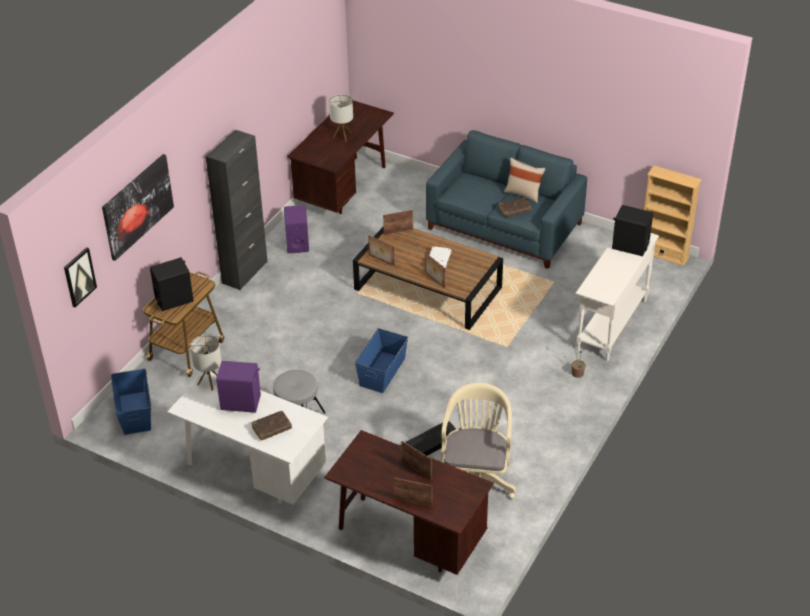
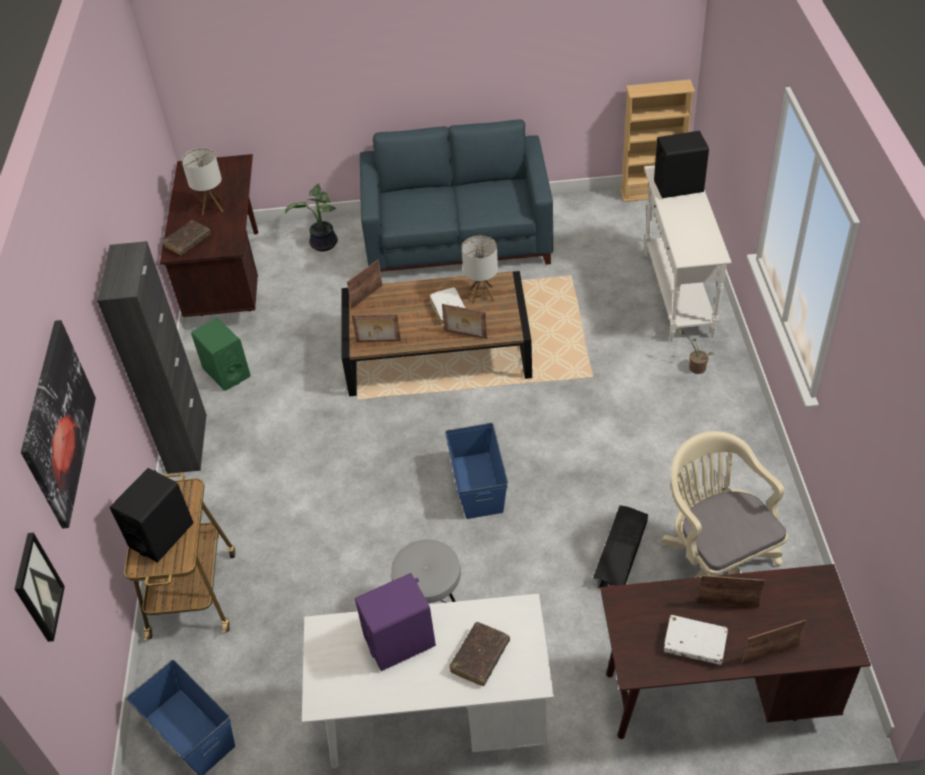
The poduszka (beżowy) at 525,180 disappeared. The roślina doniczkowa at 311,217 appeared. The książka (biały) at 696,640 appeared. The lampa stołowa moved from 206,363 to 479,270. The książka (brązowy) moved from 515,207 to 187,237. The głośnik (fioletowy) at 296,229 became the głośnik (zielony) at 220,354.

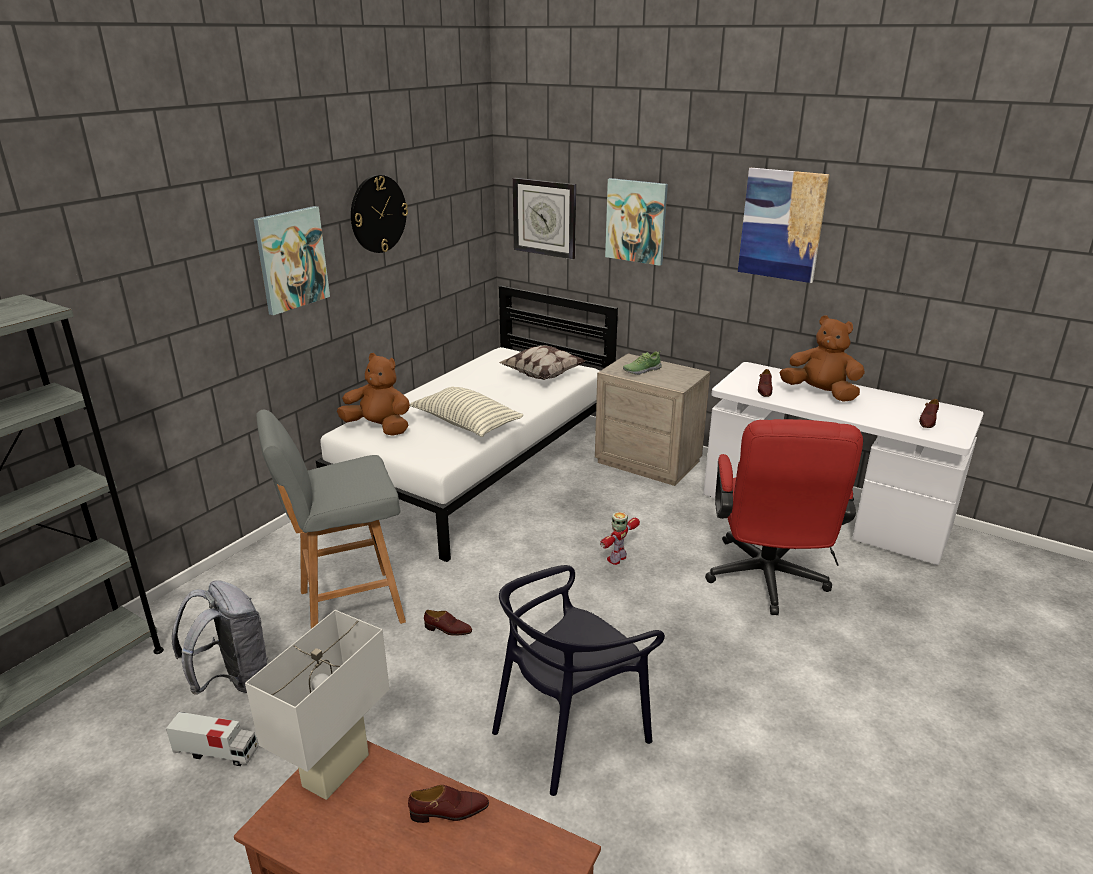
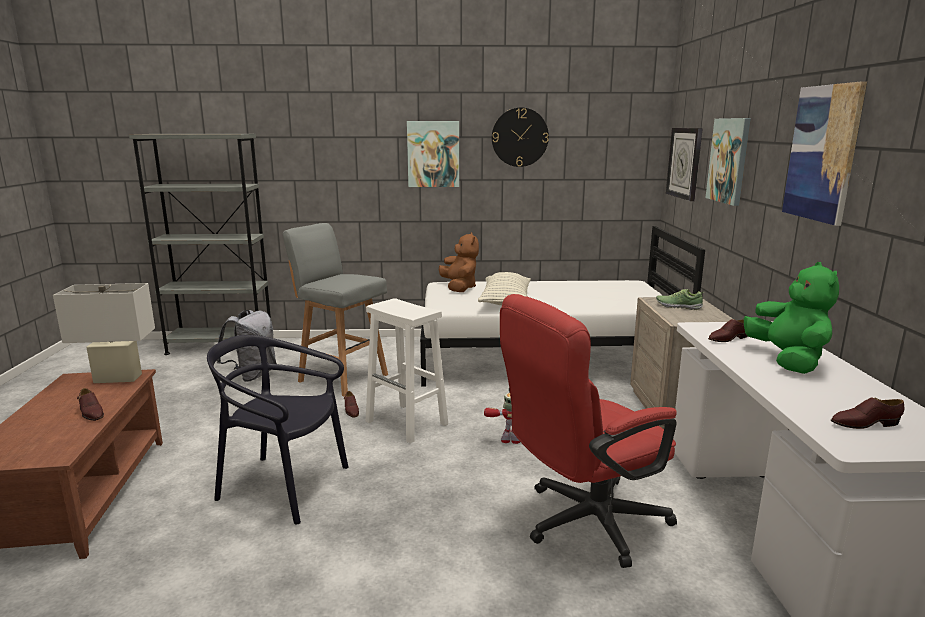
The ciężarówka zabawkowa at 212,739 disappeared. The poduszka at 542,362 disappeared. The stołek (biały) at 407,370 appeared. The pluszak (brązowy) at 822,358 became the pluszak (zielony) at 791,318.

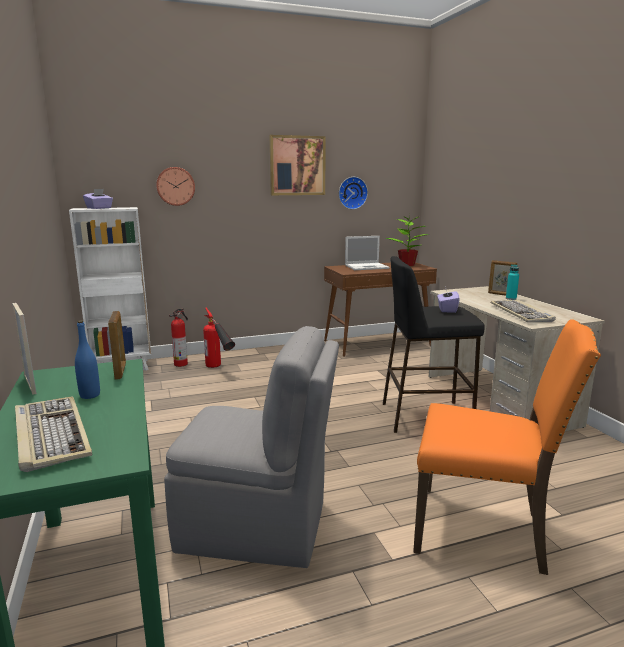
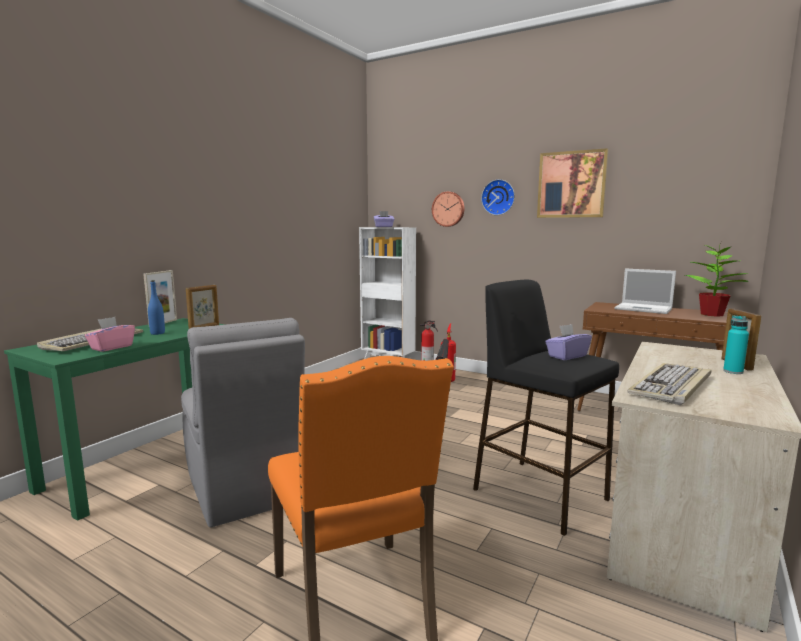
The pudełko chusteczek (różowy) at 110,334 appeared. The zegar ścienny moved from 353,193 to 498,197.

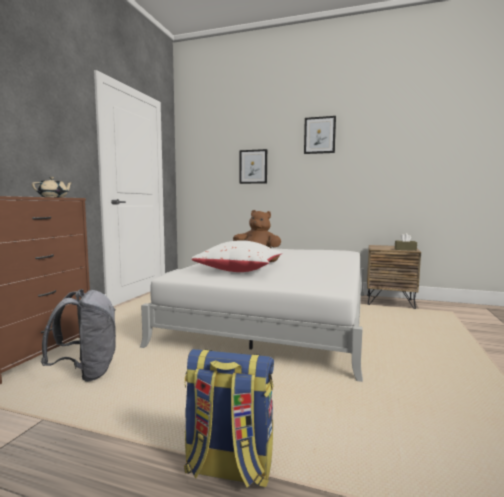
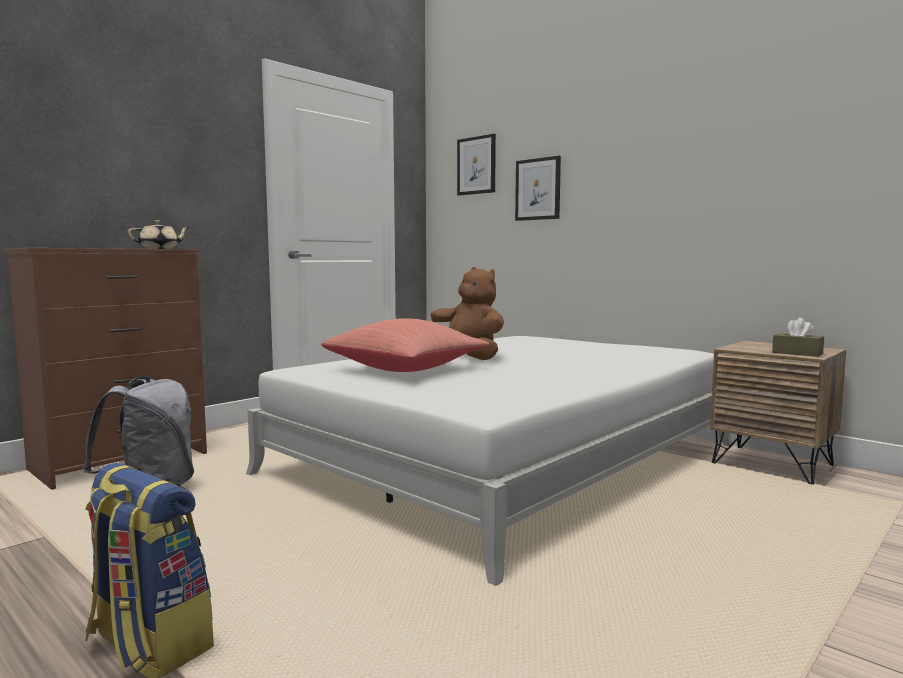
The obraz moved from 320,135 to 476,165. The poduszka (biały) at 237,256 became the poduszka (czerwony) at 405,345.

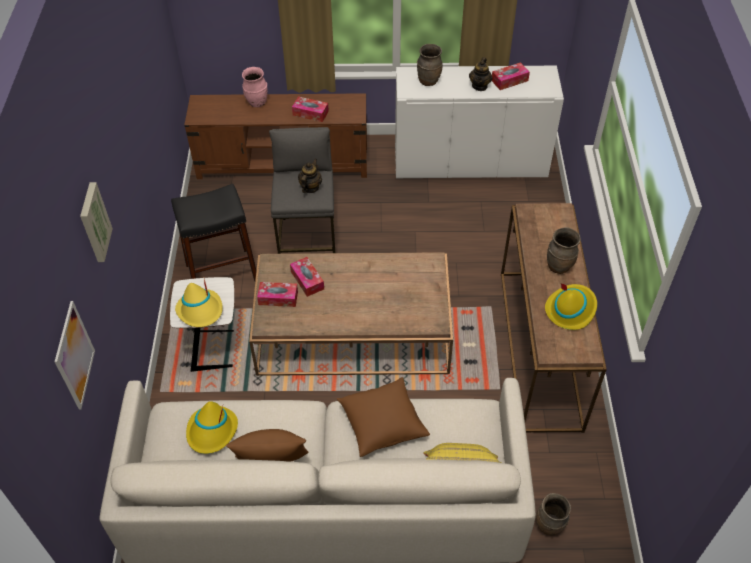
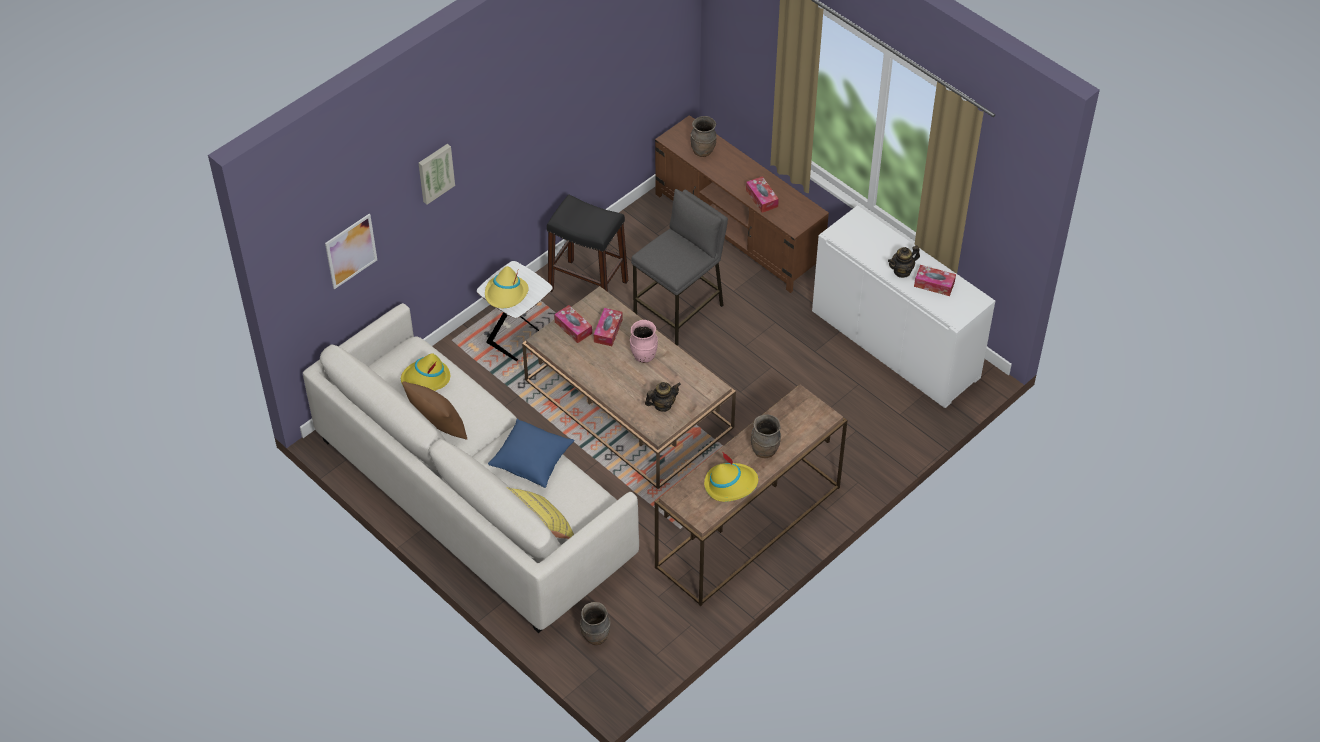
The wazon (różowy) moved from 255,87 to 644,341. The imbryk moved from 310,176 to 663,397. The wazon (brązowy) moved from 430,65 to 703,136. The poduszka (brązowy) at 383,417 became the poduszka (niebieski) at 531,453.

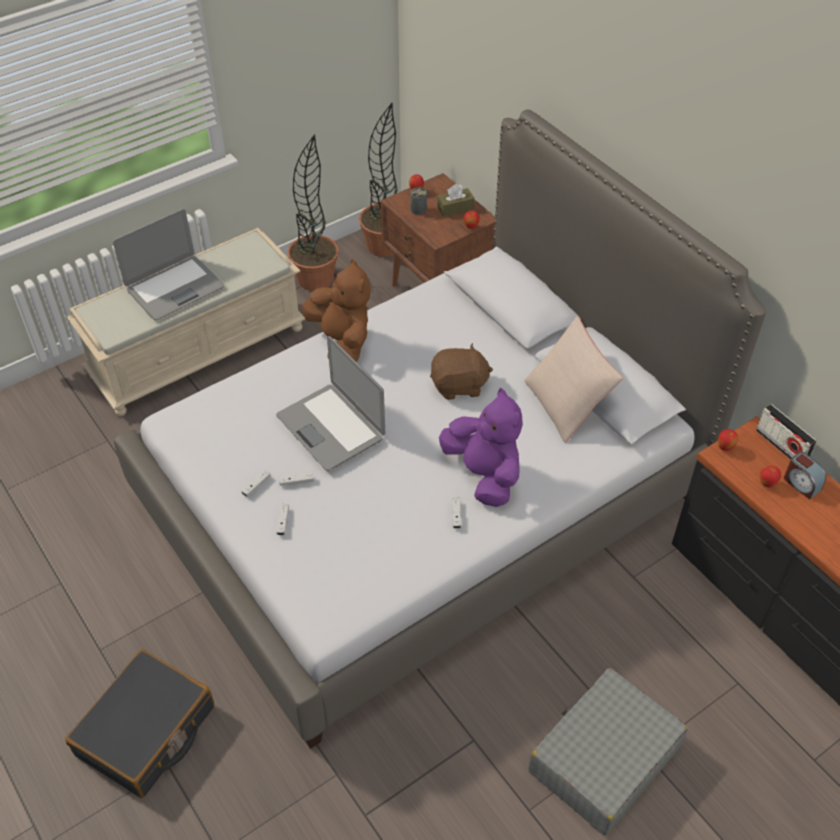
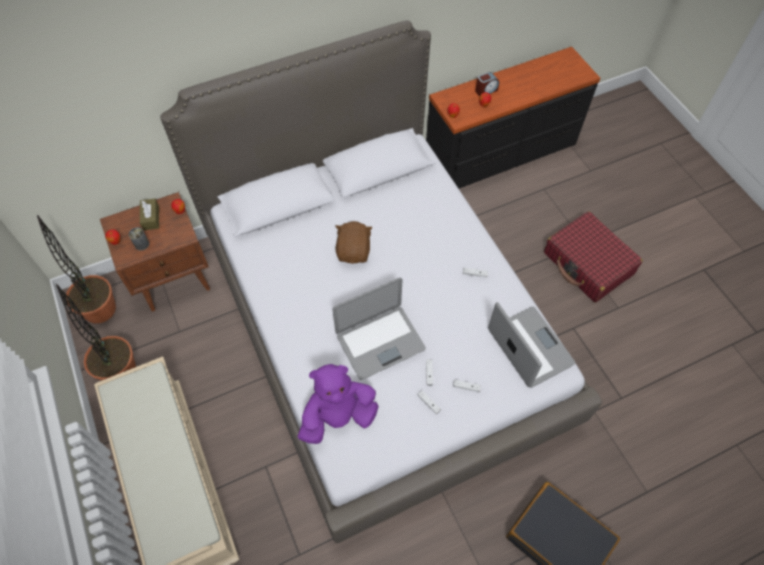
The pluszak (brązowy) at 336,310 disappeared. The poduszka (beżowy) at 574,379 disappeared. The radio at 786,431 disappeared. The laptop moved from 168,264 to 531,345. The pluszak (fioletowy) moved from 481,447 to 338,404. The walizka (szary) at 608,752 became the walizka (czerwony) at 593,256.

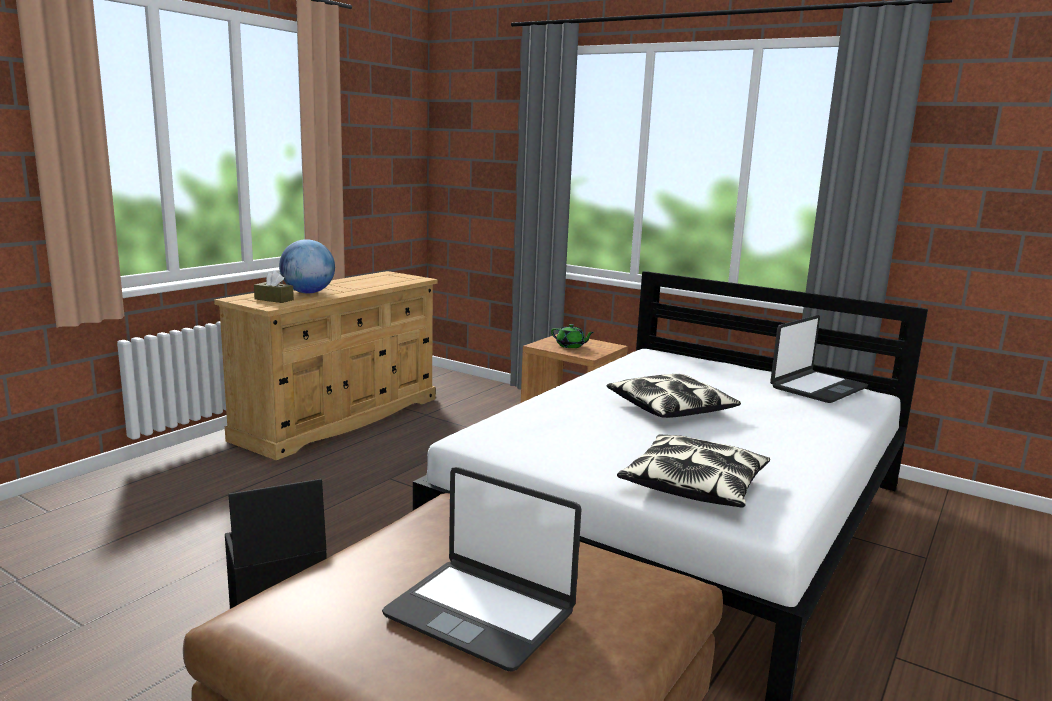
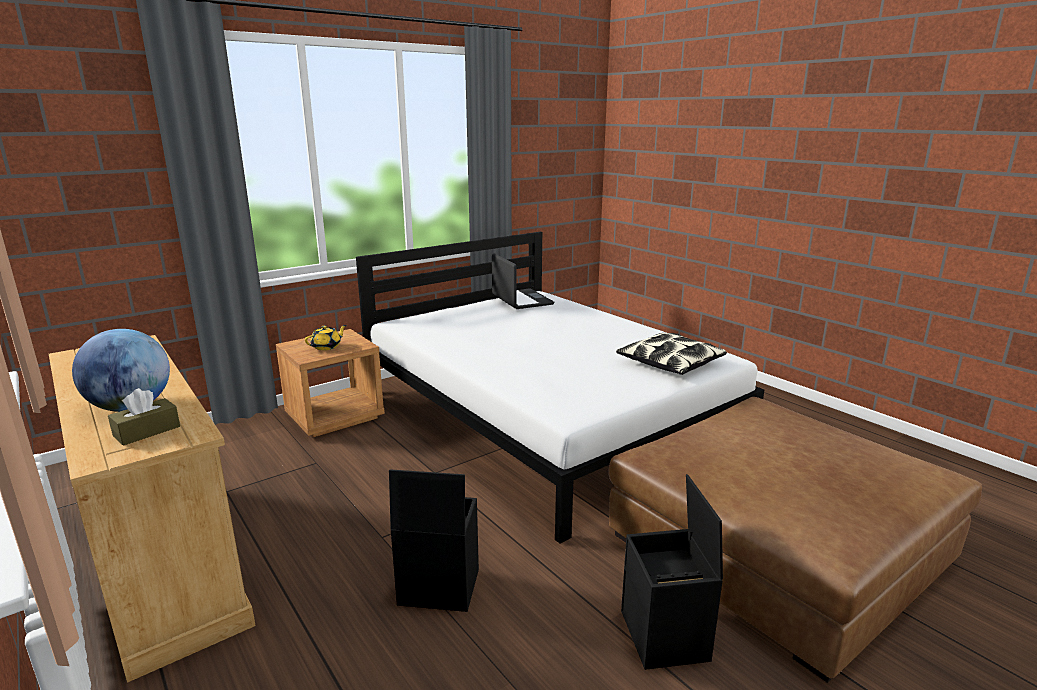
The laptop at 481,569 disappeared. The poduszka at 674,396 disappeared. The pojemnik do przechowywania (czarny) at 434,540 appeared. The imbryk (zielony) at 572,336 became the imbryk (żółty) at 325,337.

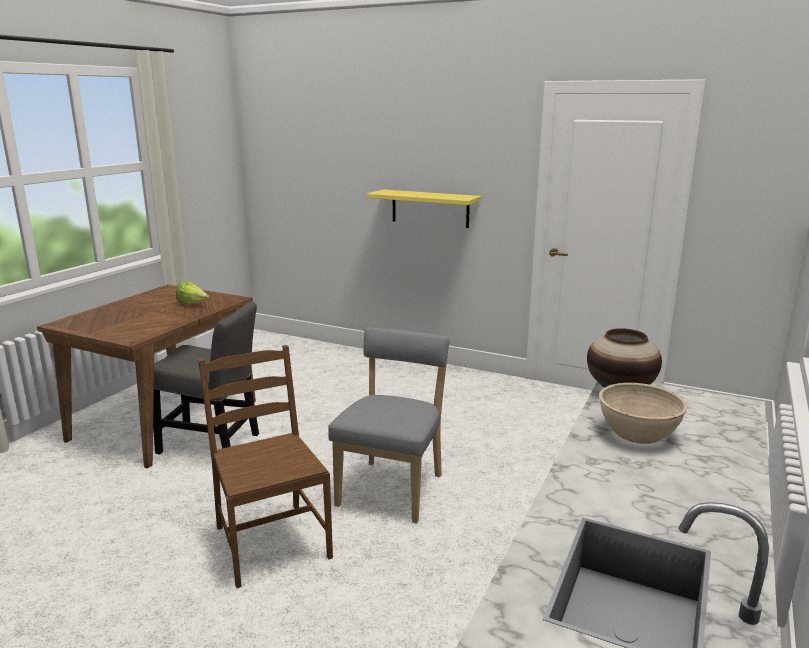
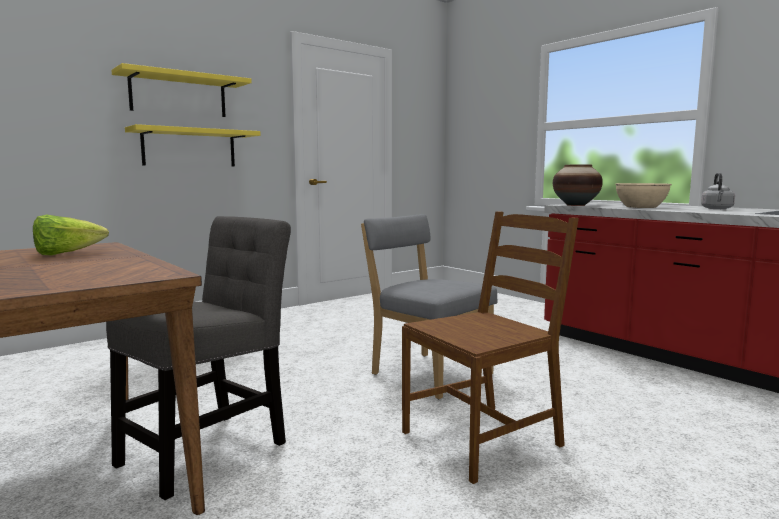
The półka (żółty) at 181,90 appeared. The czajnik (szary) at 718,191 appeared. The krzesło (brązowy) at 265,466 turned 150 degrees clockwise.

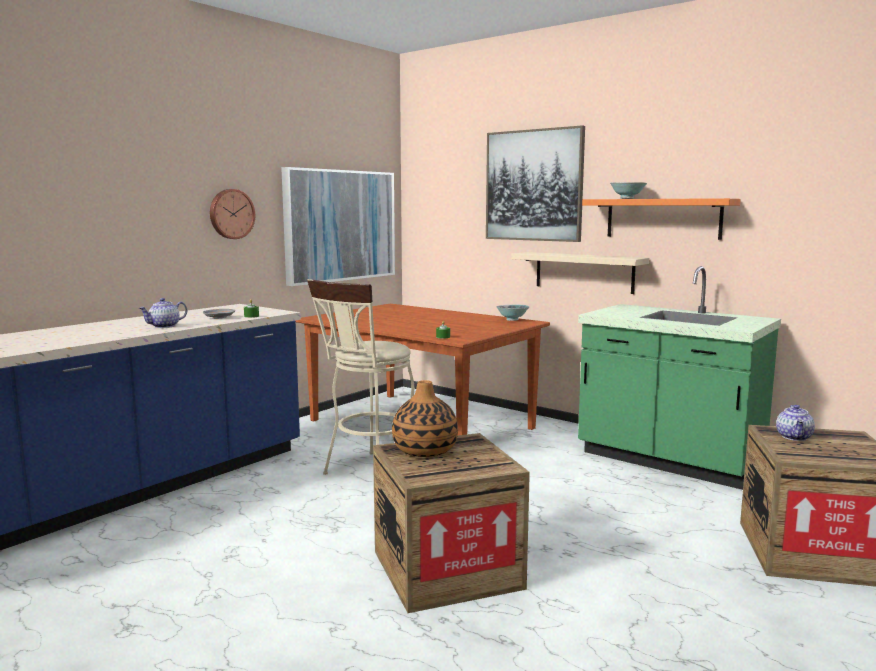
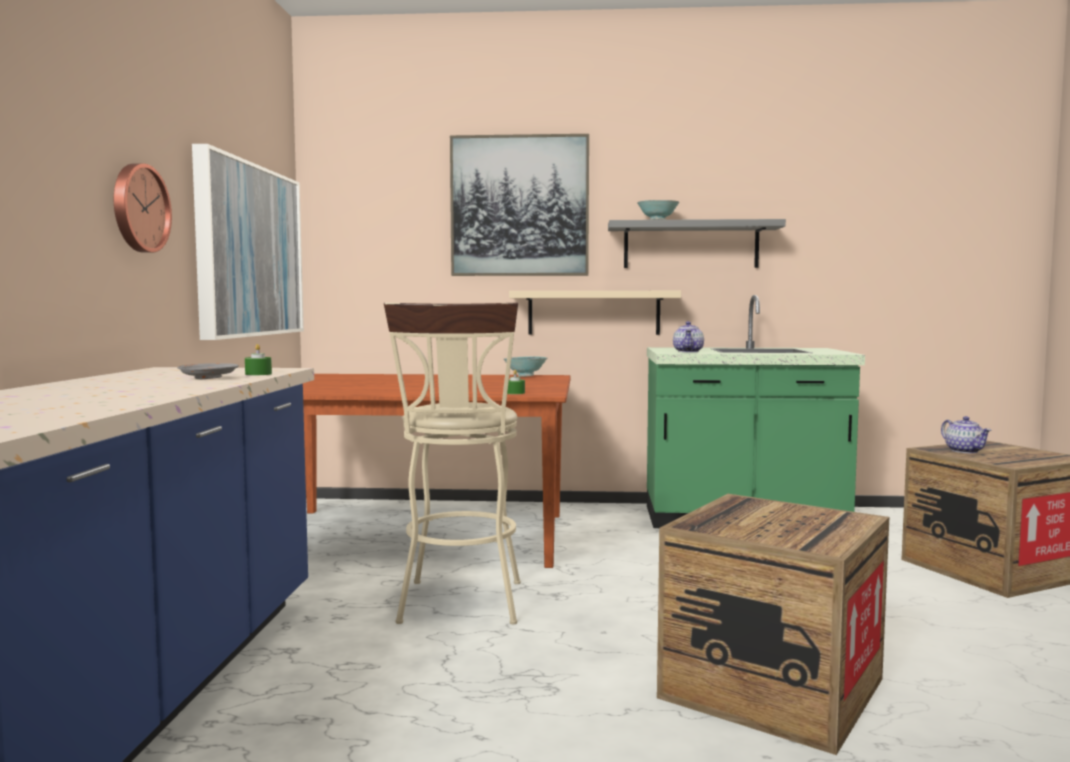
The wazon at 425,418 disappeared. The imbryk moved from 163,313 to 688,336. The półka (pomarańczowy) at 661,219 became the półka (szary) at 697,243.

